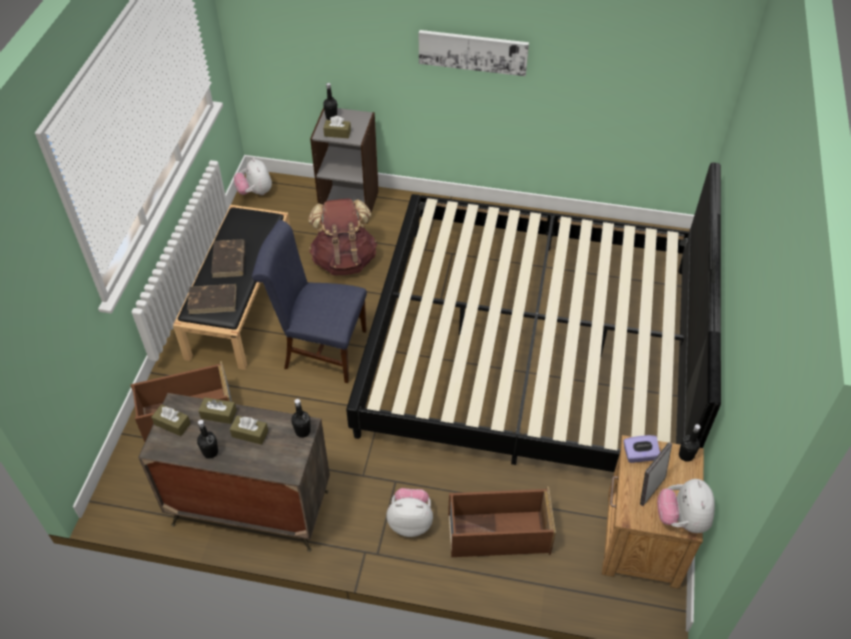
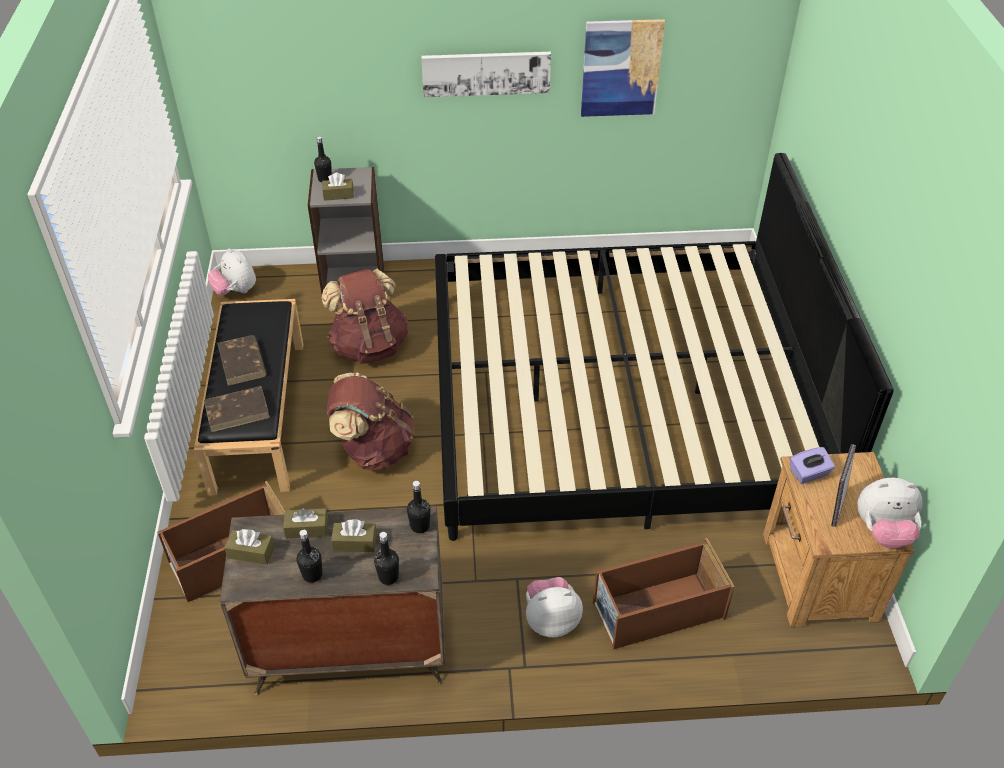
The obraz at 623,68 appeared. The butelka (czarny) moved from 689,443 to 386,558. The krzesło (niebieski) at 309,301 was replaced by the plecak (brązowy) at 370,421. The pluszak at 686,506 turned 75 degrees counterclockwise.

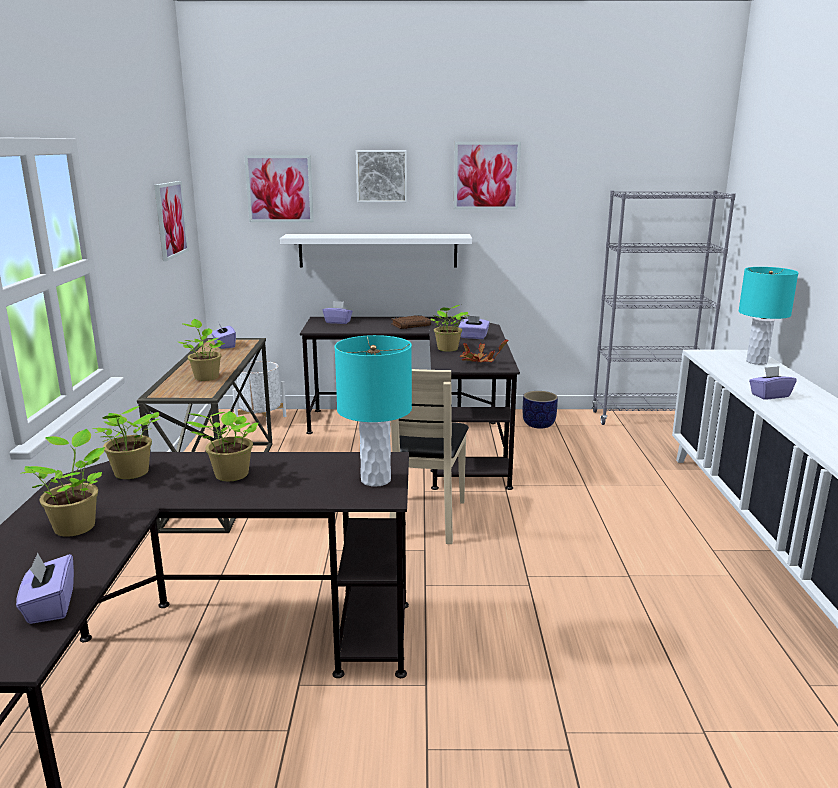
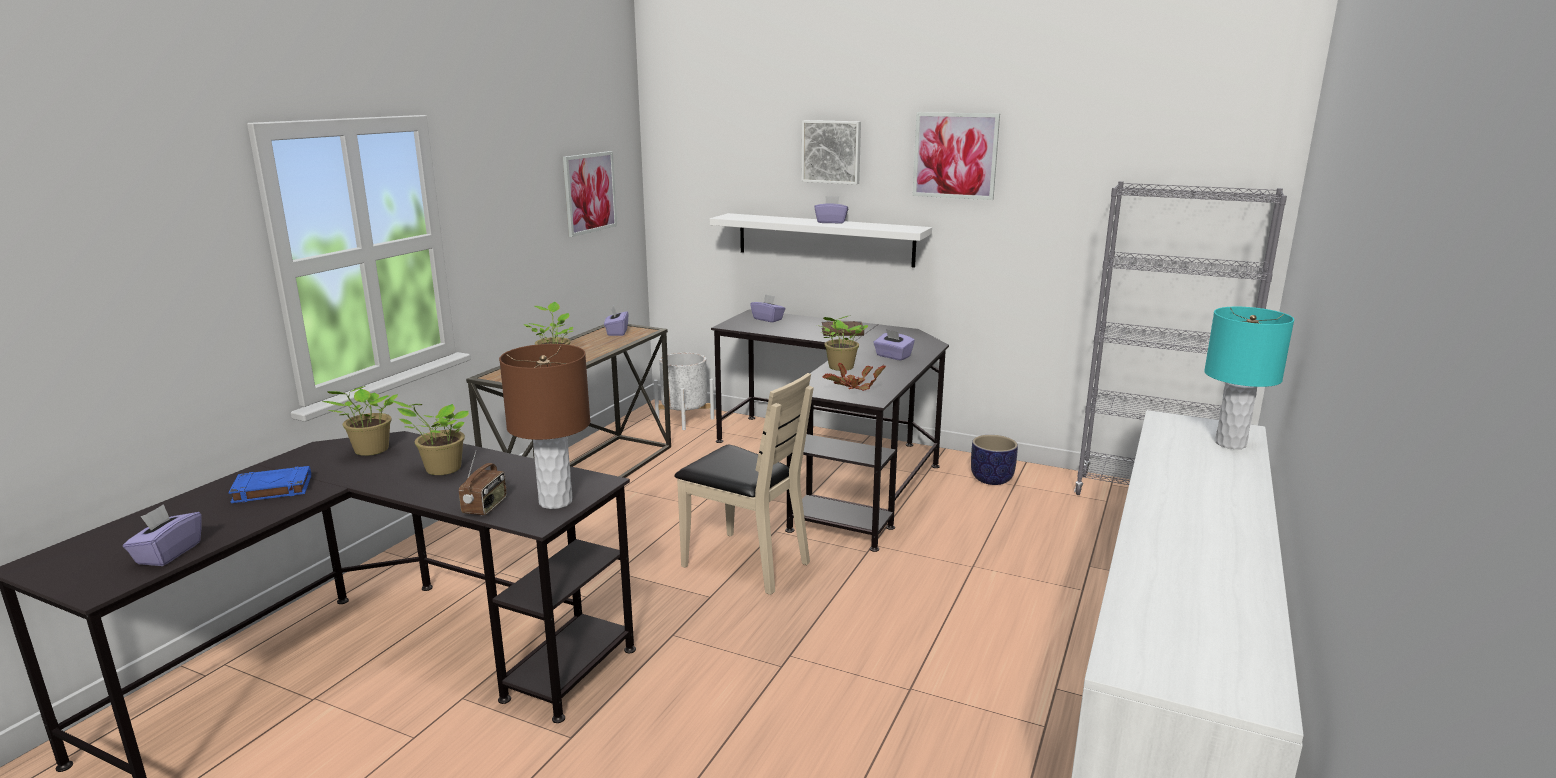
The obraz at 279,188 disappeared. The radio at 483,482 appeared. The pudełko chusteczek (fioletowy) moved from 773,383 to 831,210. The roślina doniczkowa at 63,483 was replaced by the książka (niebieski) at 269,484. The lampa stołowa (turkusowy) at 373,411 became the lampa stołowa (brązowy) at 544,426. The krzesło (beżowy) at 429,456 turned 90 degrees counterclockwise.

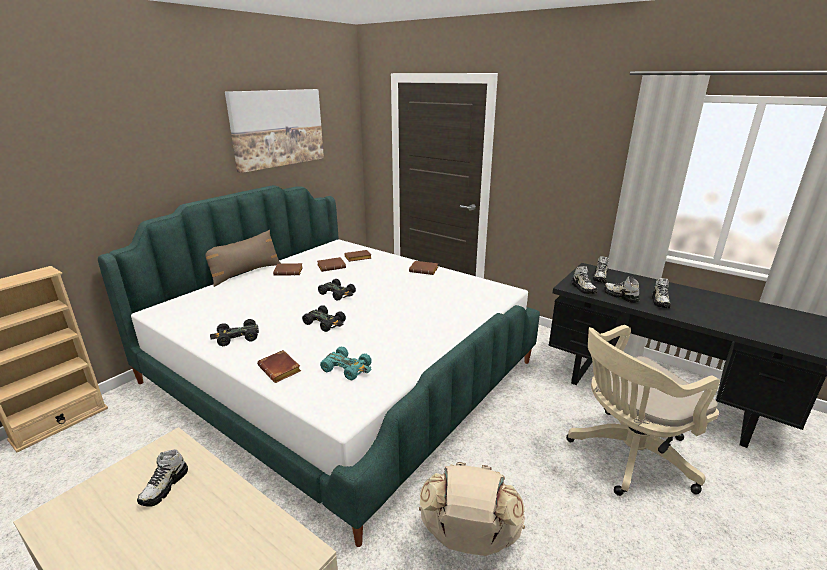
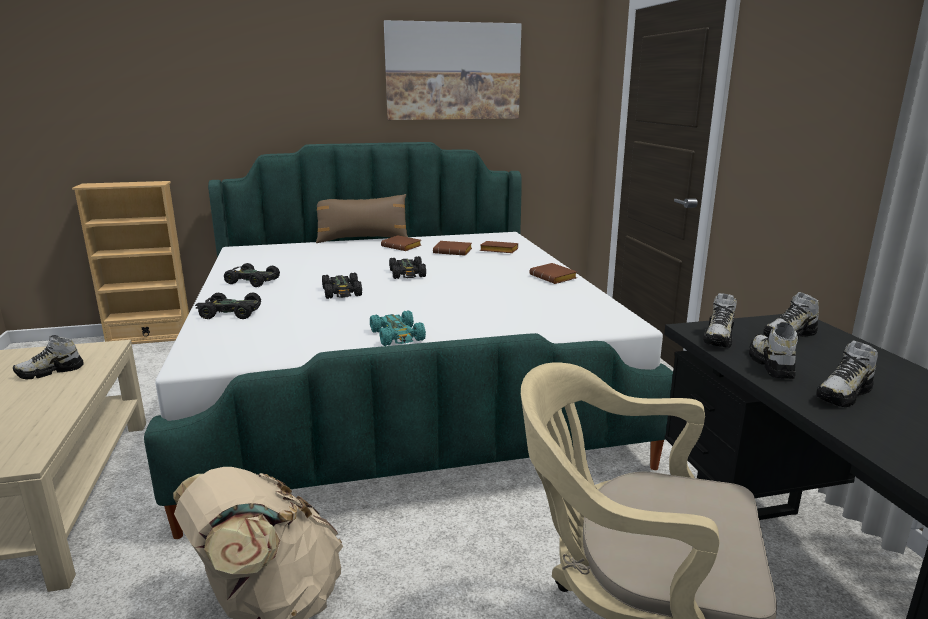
The samochodzik (turkusowy) moved from 346,363 to 398,328. The książka (brązowy) at 279,366 was replaced by the samochodzik (czarny) at 228,306.

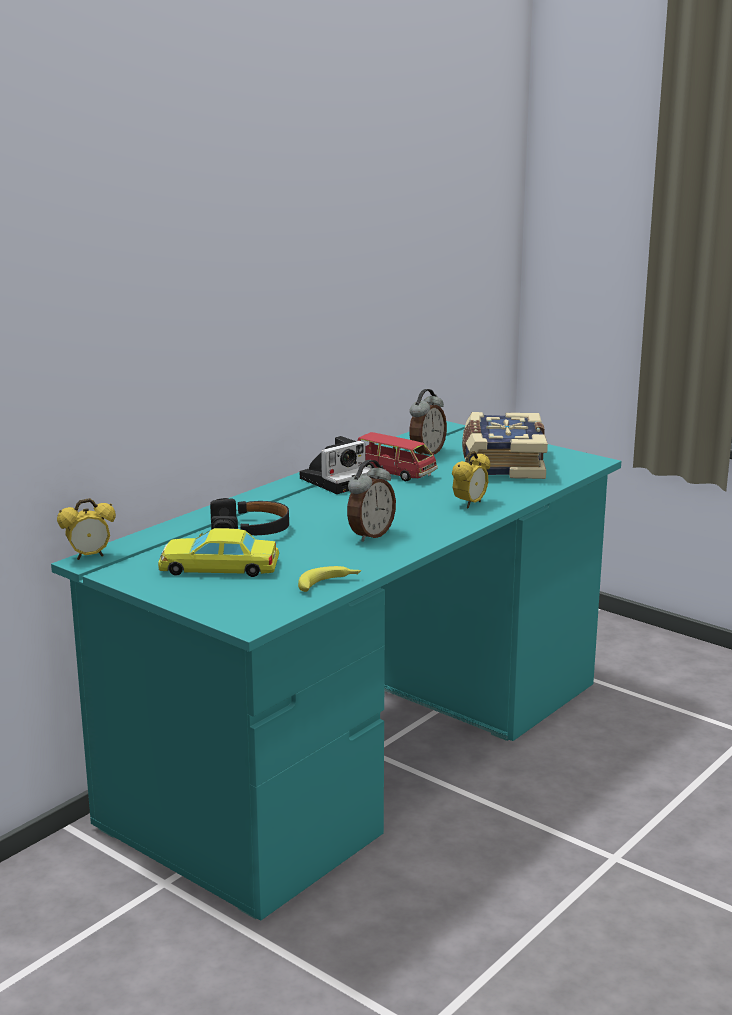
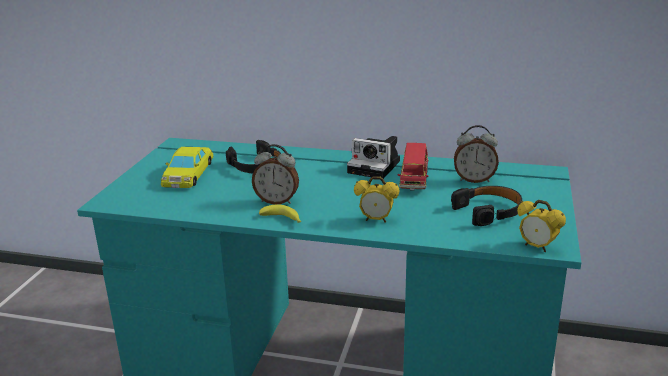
The budzik moved from 86,529 to 541,226. The banan moved from 330,579 to 280,214. The książka at 505,445 was replaced by the słuchawki (czarny) at 486,206. The samochodzik (żółty) at 218,552 turned 150 degrees counterclockwise.

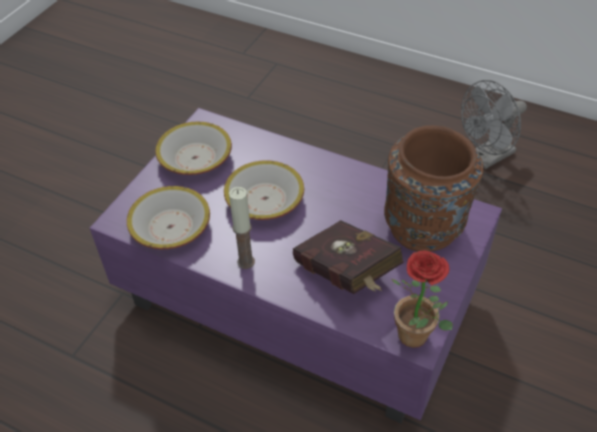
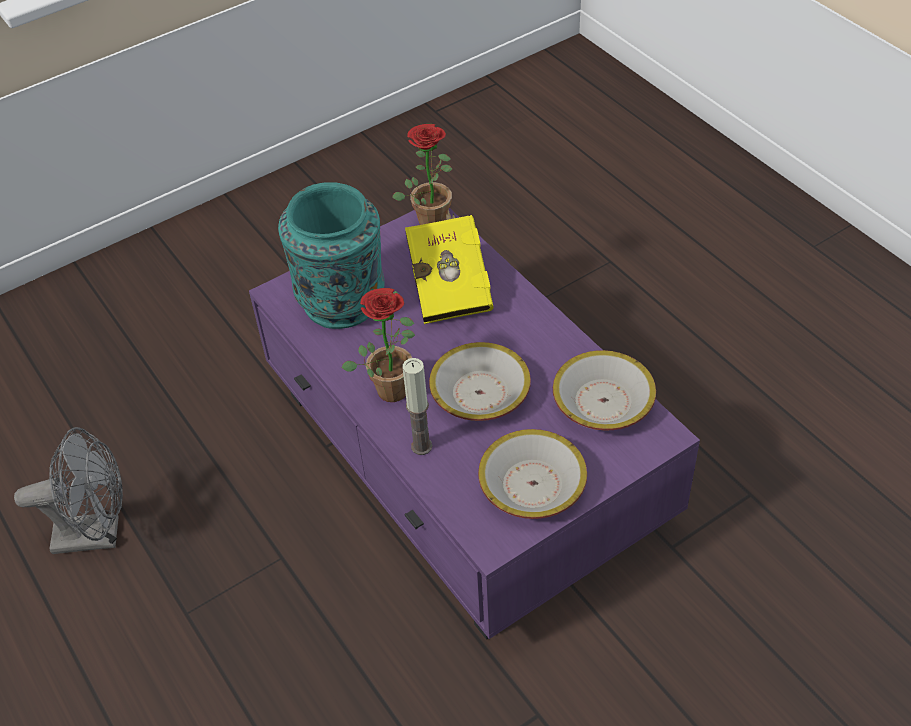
The roślina doniczkowa at 378,345 appeared. The świeca moved from 242,228 to 417,406. The książka (czerwony) at 348,257 became the książka (żółty) at 449,267. The wazon (brązowy) at 433,188 became the wazon (turkusowy) at 331,255.

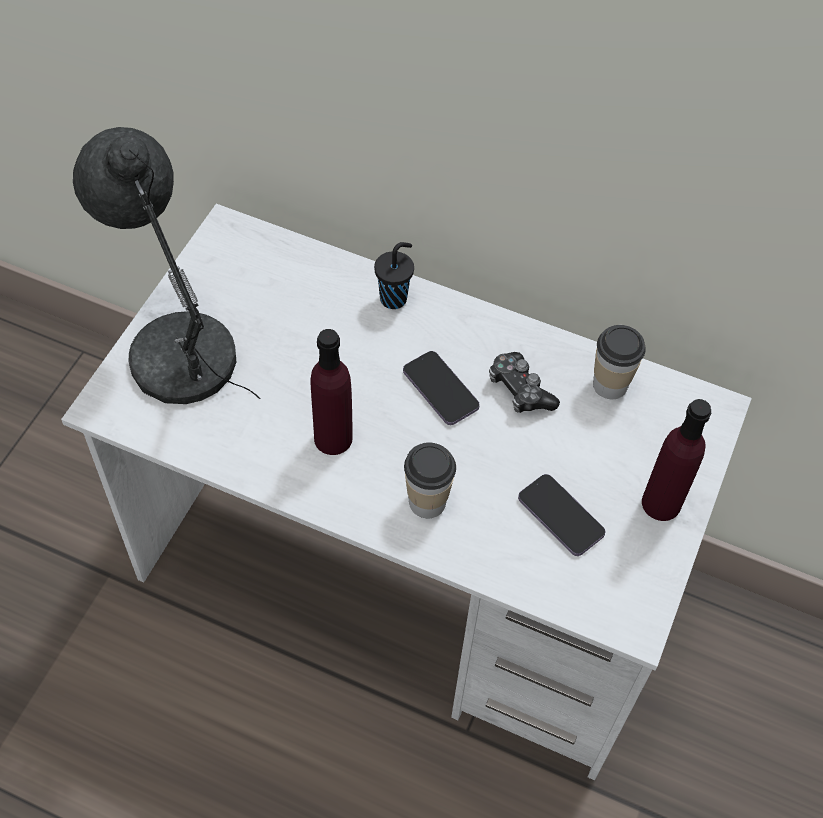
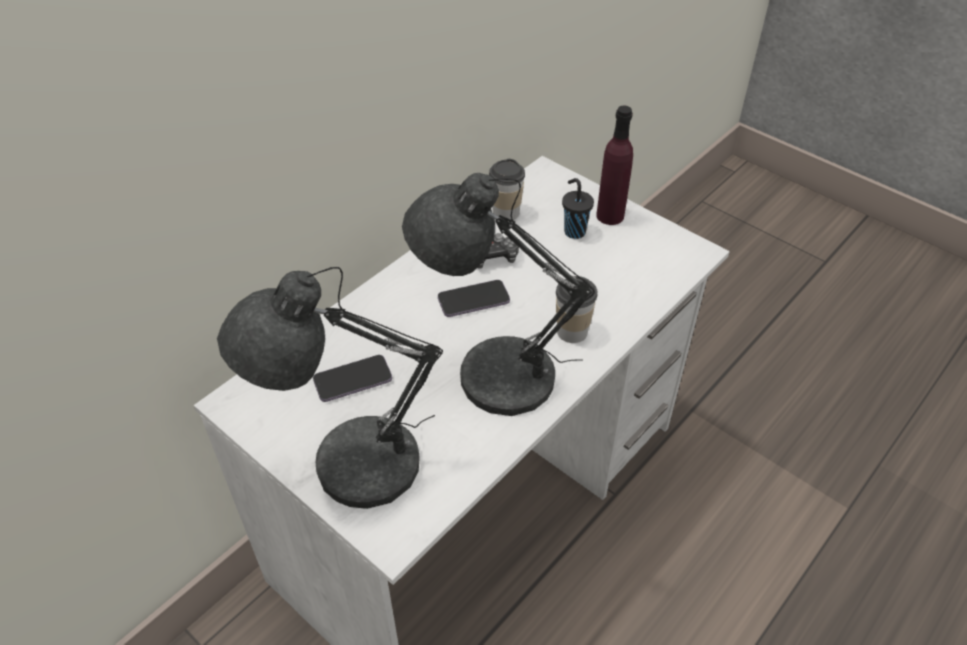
The filiżanka (czarny) moved from 394,275 to 578,208. The telefon moved from 561,515 to 352,378. The butelka (fioletowy) at 331,392 was replaced by the lampa stołowa (szary) at 498,294.

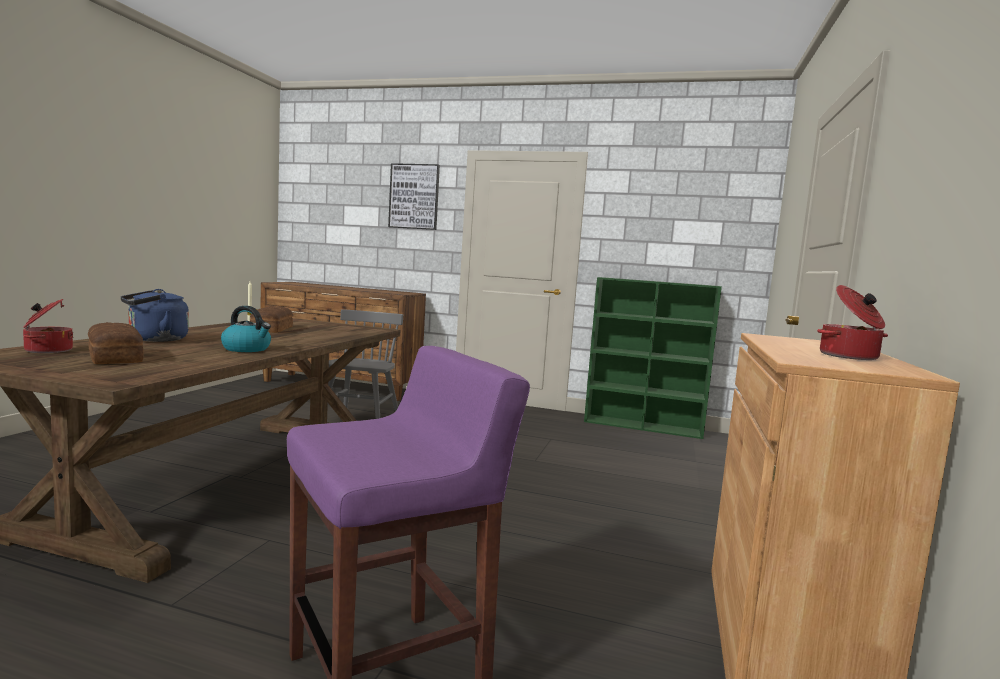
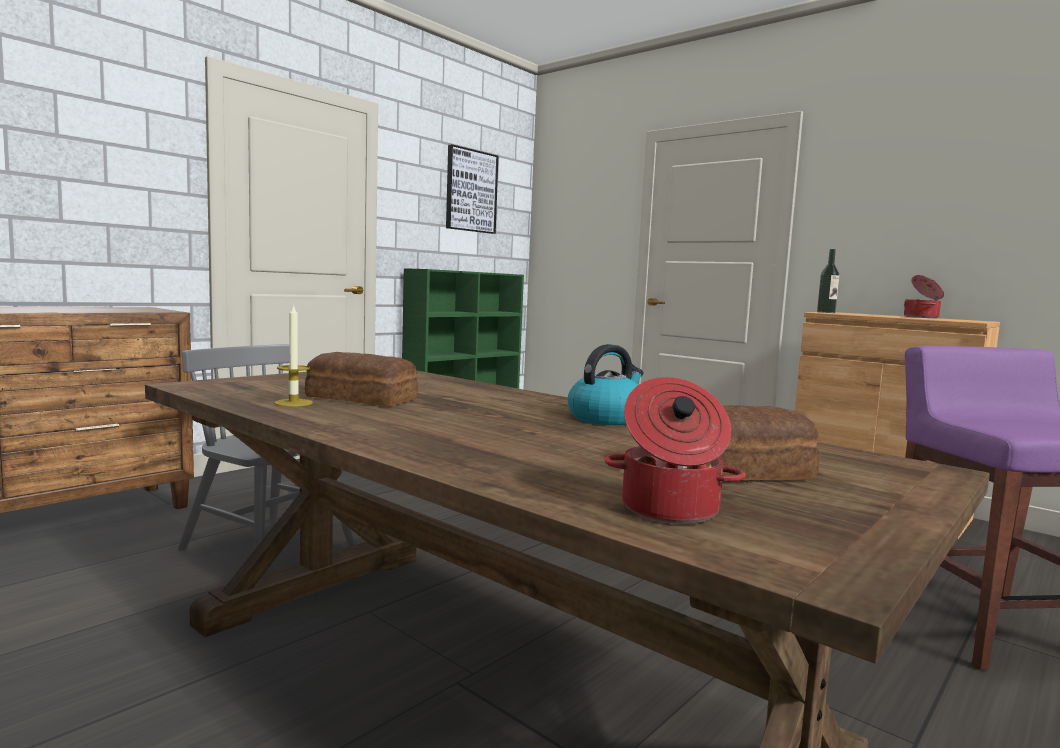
The czajnik (niebieski) at 154,315 disappeared. The butelka at 828,281 appeared. The obraz moved from 414,196 to 472,189.

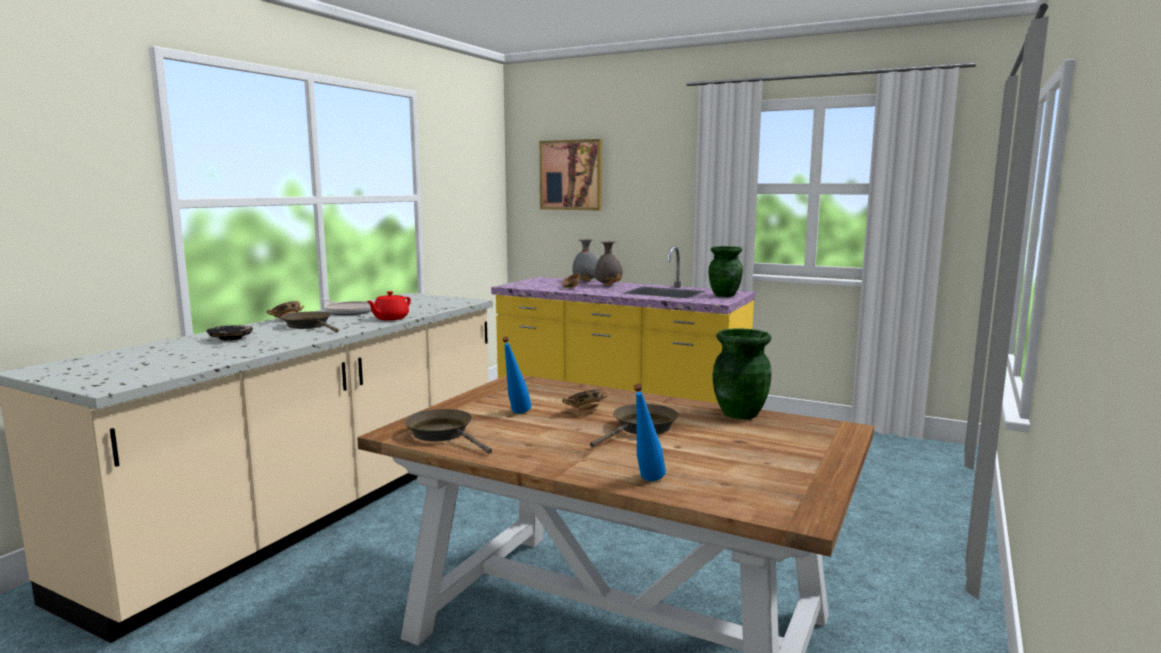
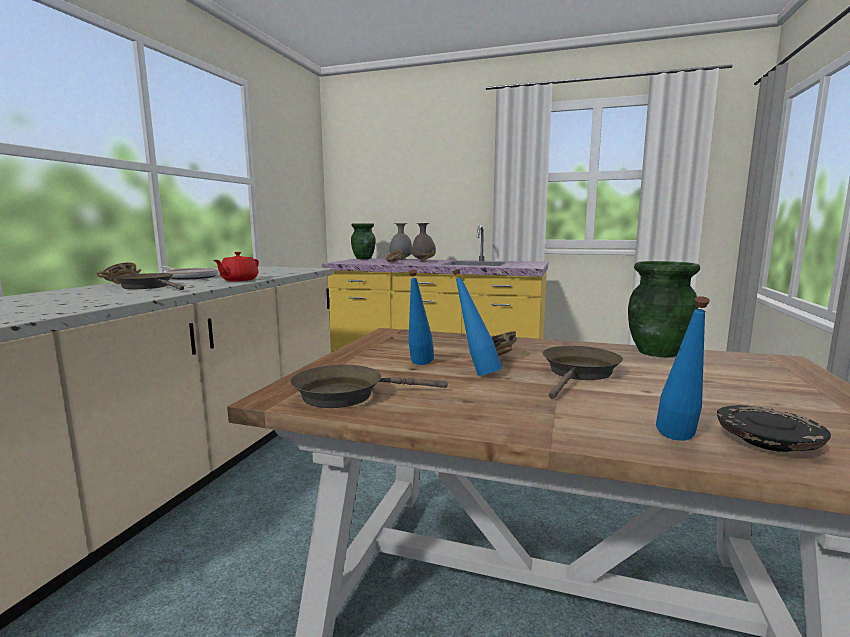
The obraz at 570,174 disappeared. The butelka (niebieski) at 477,322 appeared. The talerz (czarny) moved from 230,332 to 774,428. The wazon (zielony) moved from 726,271 to 363,241. The patelnia (brązowy) at 448,431 turned 45 degrees counterclockwise.

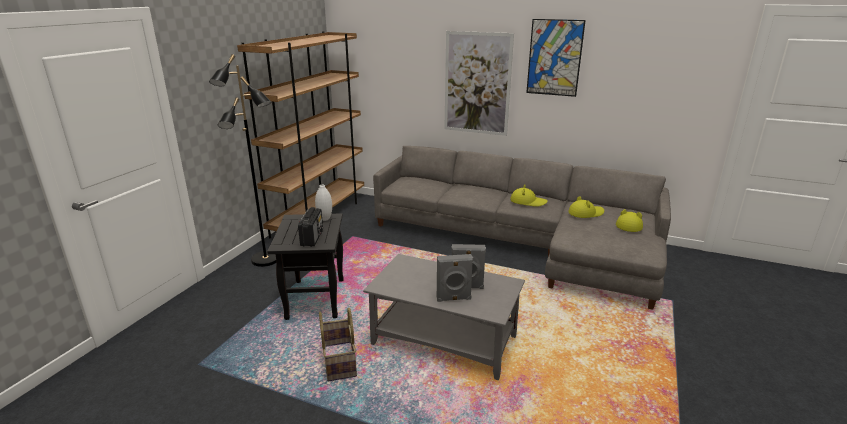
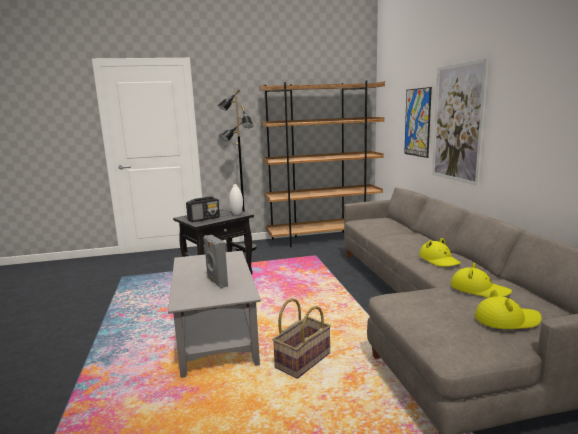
The głośnik (szary) at 455,278 disappeared. The koszyk moved from 338,344 to 301,338. The obraz moved from 556,58 to 418,122.

